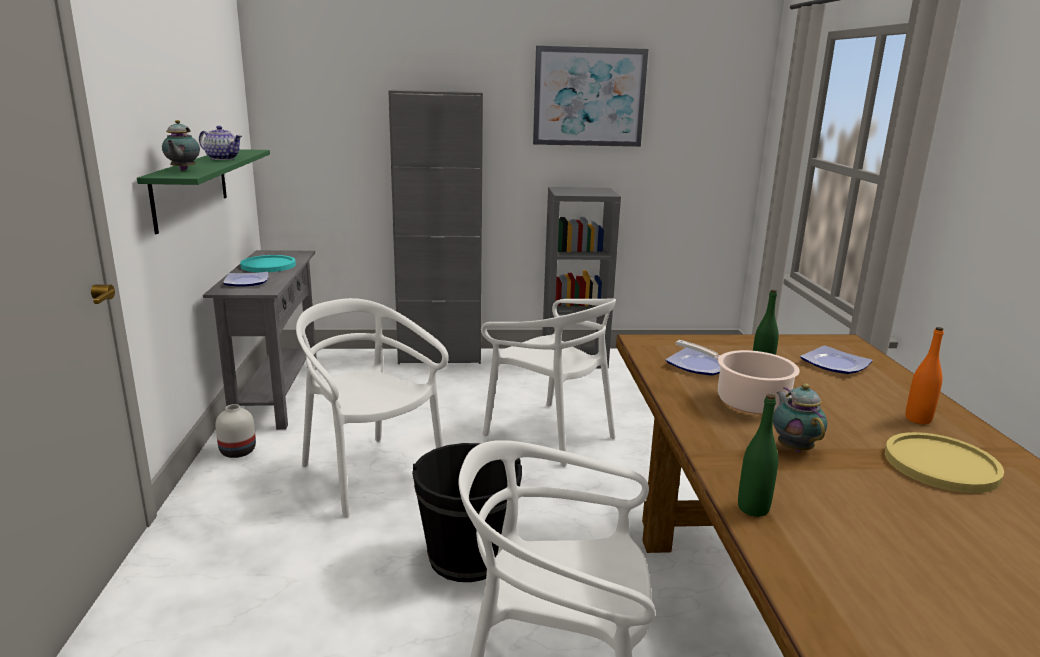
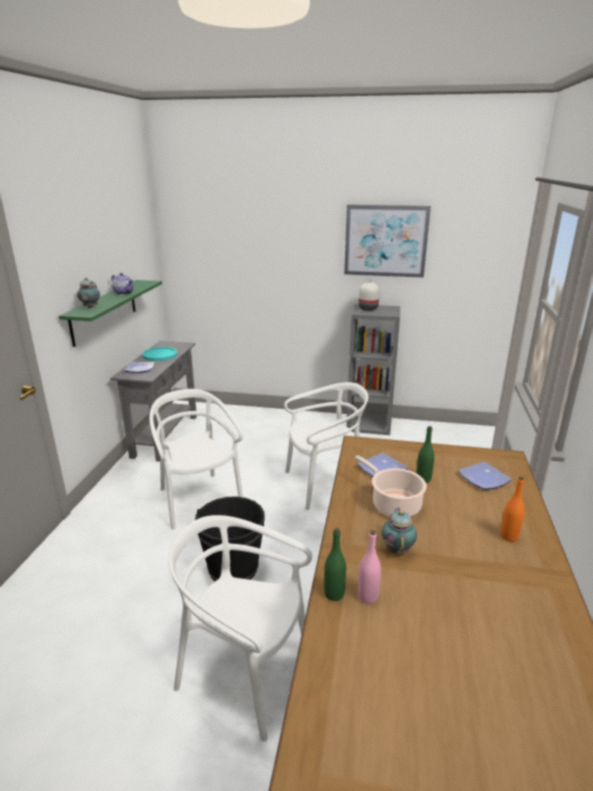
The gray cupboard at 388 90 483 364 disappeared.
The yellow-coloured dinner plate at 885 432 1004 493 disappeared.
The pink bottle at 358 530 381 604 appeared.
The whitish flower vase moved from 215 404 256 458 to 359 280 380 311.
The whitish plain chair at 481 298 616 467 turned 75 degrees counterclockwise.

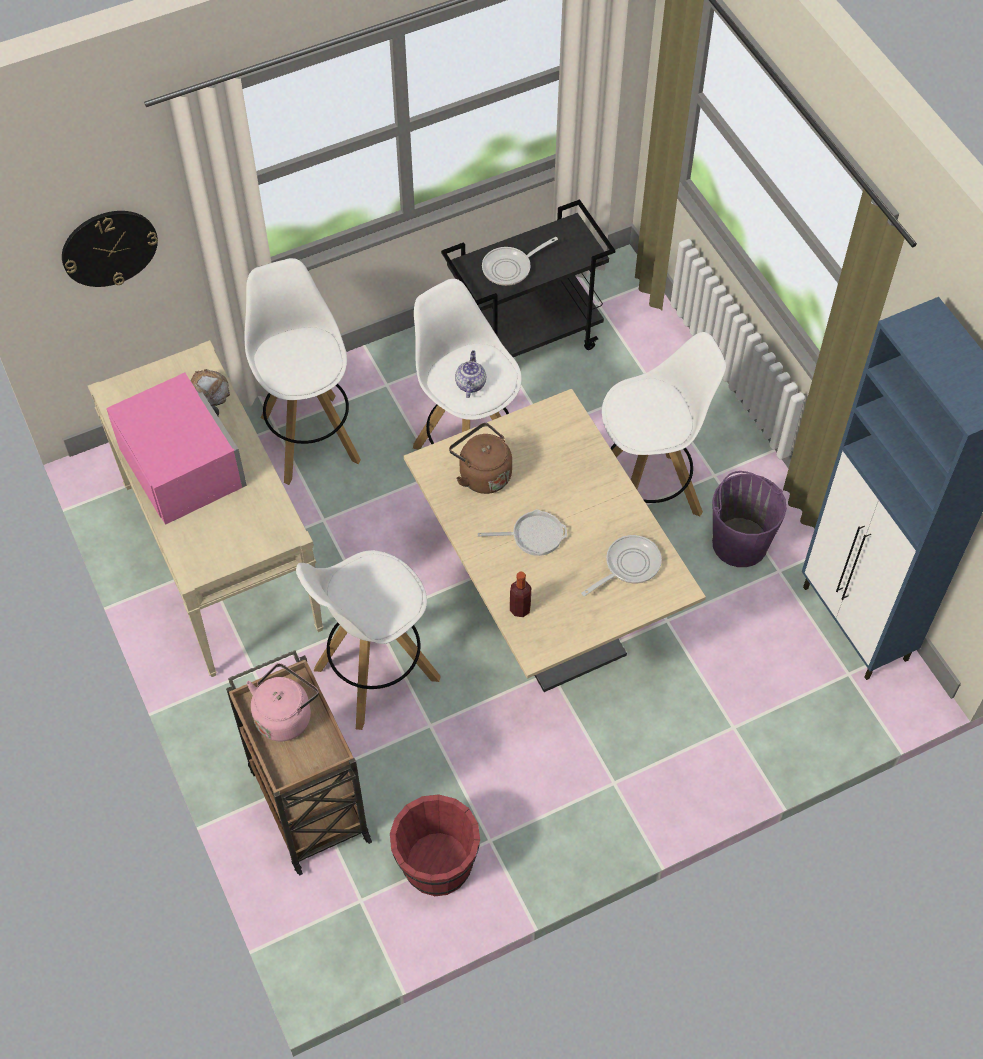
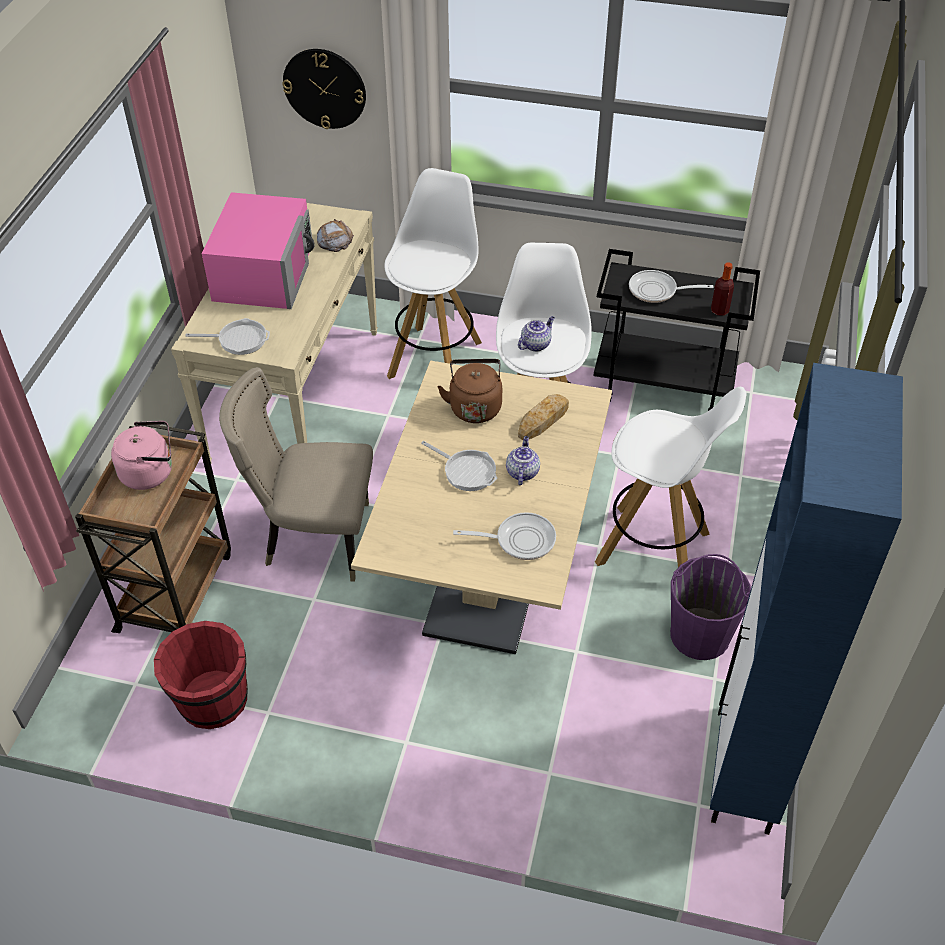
The pan at 185 318 270 355 appeared.
The teapot at 506 436 540 485 appeared.
The bakery bread at 518 394 569 440 appeared.
The bottle moved from 510 572 531 617 to 711 263 734 316.
The whitish stool at 296 550 441 730 was replaced by the beige-coloured plain chair at 219 367 373 582.

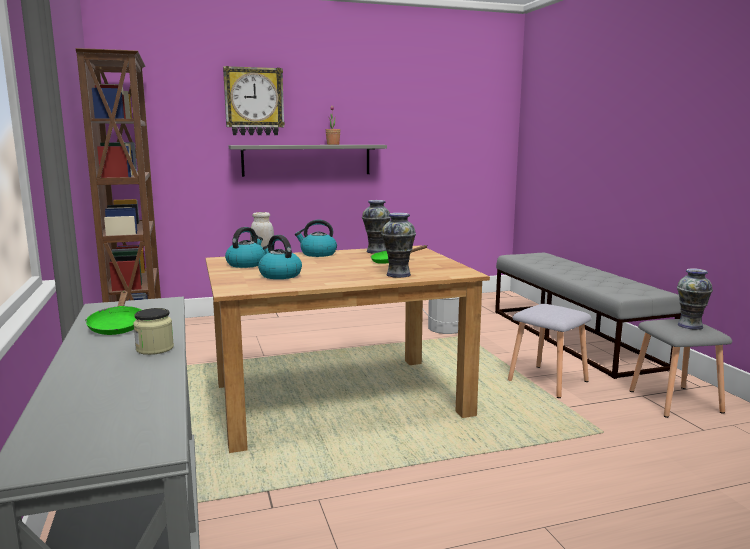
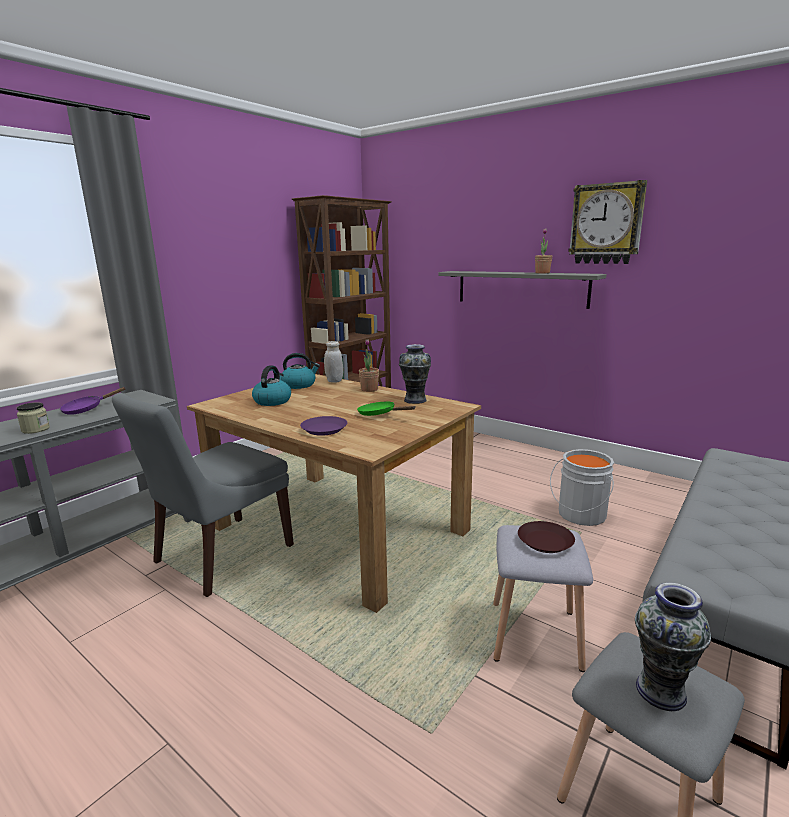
The gray plain chair at 112 393 294 597 appeared.
The brown-coloured dinner plate at 518 521 575 553 appeared.
The hanging clock moved from 223 66 285 135 to 568 180 647 264.
The water kettle at 295 219 337 257 was replaced by the houseplant at 359 339 379 392.
The flower vase at 381 213 416 278 was replaced by the purple dinner plate at 300 416 347 436.
The greenish pan at 85 291 141 335 became the purple pan at 60 387 125 415.

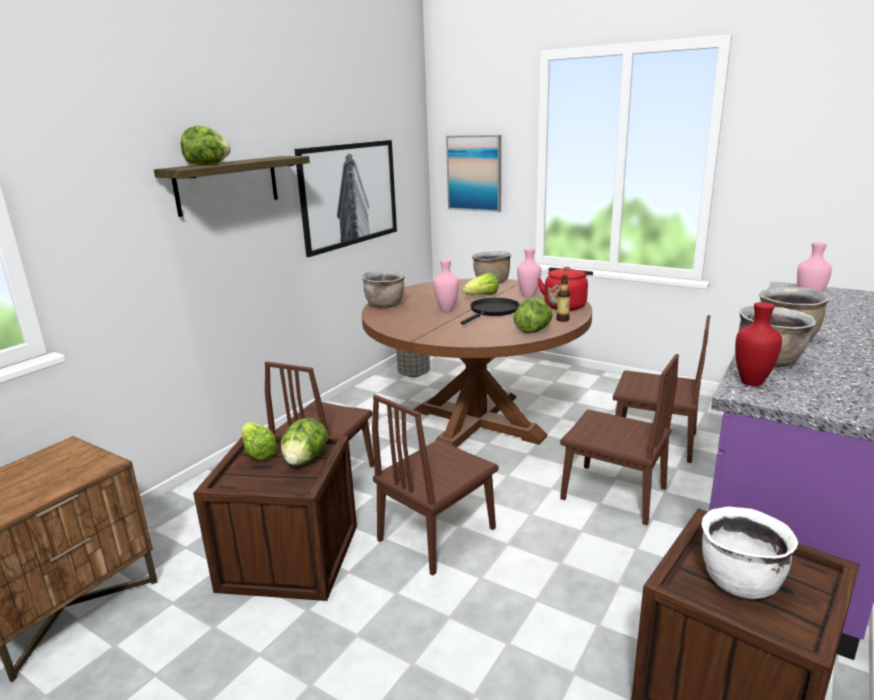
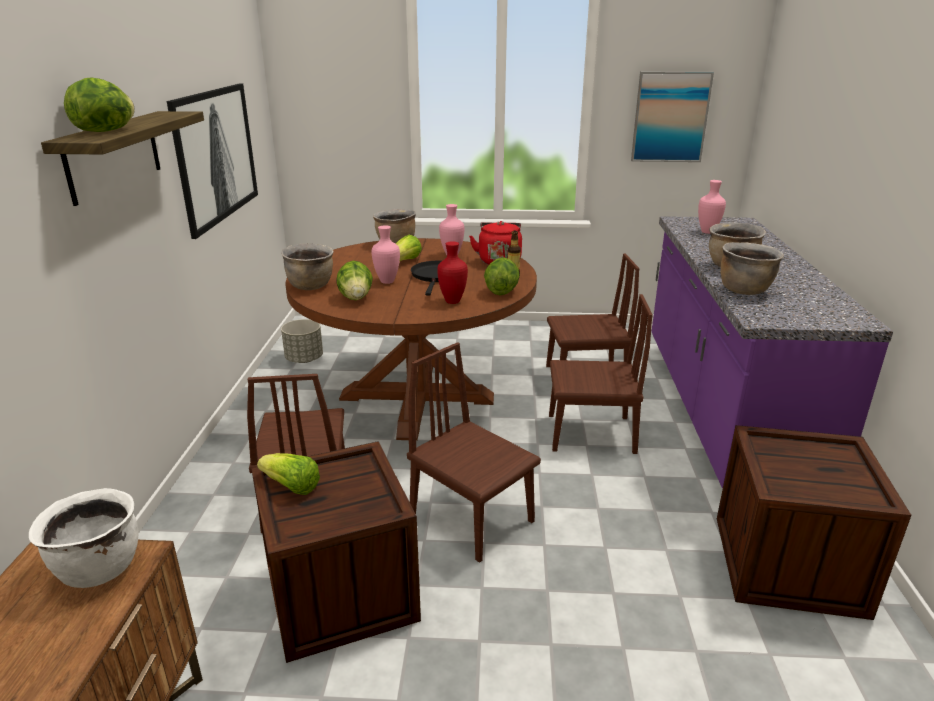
The head of lettuce moved from 281 418 328 466 to 336 261 373 300.
The wall art moved from 446 135 501 212 to 631 72 714 162.
The whitish saucepot moved from 702 507 798 599 to 29 488 139 588.
The red-coloured flower vase moved from 735 302 782 386 to 437 241 468 304.
The brown-coloured plain chair at 372 394 498 576 turned 120 degrees clockwise.

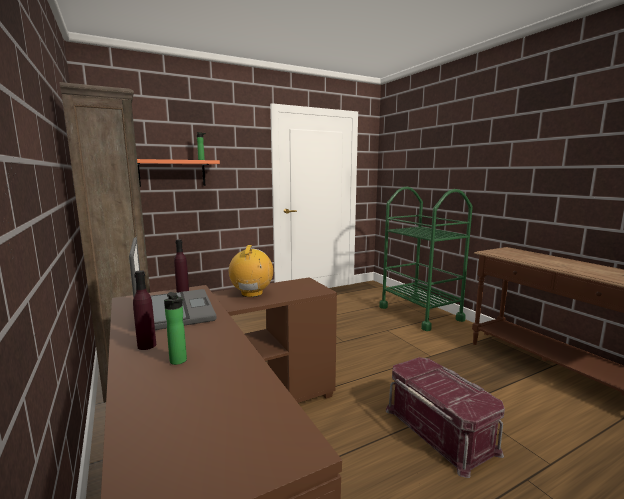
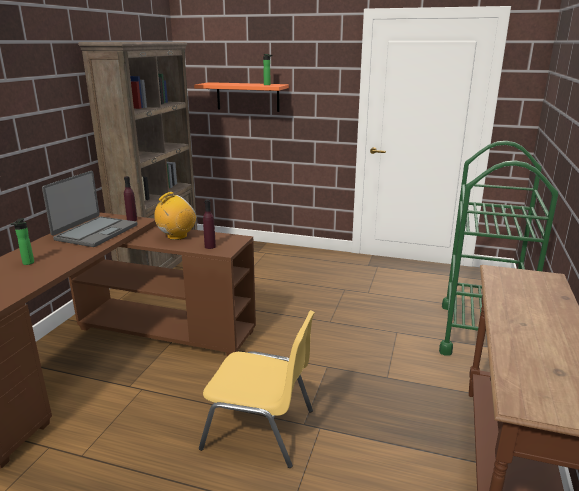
The purple bottle moved from 133 270 156 350 to 203 199 216 249.
The red-coloured storage bin at 386 357 505 478 was replaced by the yellow-coloured plain chair at 199 310 315 468.

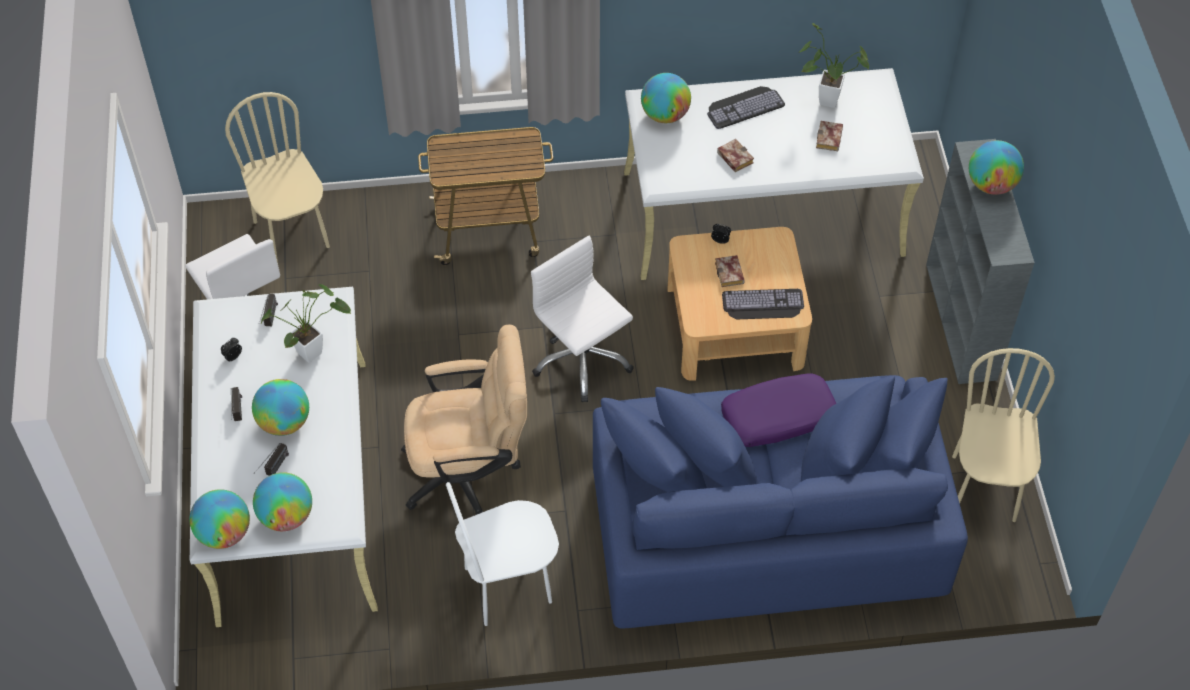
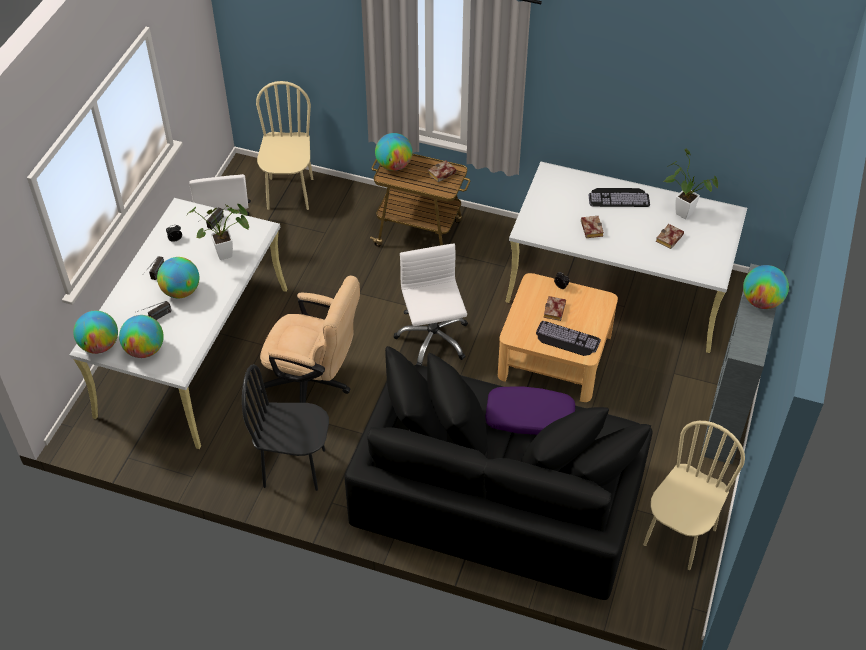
The book at 428 160 456 182 appeared.
The world globe moved from 641 73 691 123 to 375 133 413 171.
The whitish plain chair at 446 482 559 626 became the black-coloured plain chair at 242 364 329 491.
The blue-coloured sofa at 593 375 968 628 became the black-coloured sofa at 345 346 653 600.

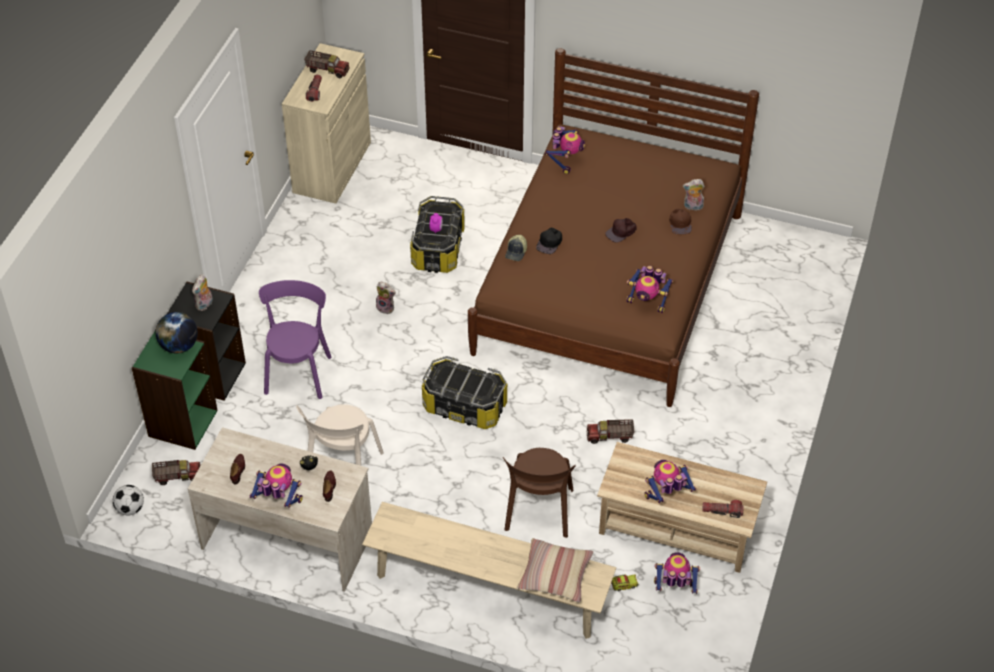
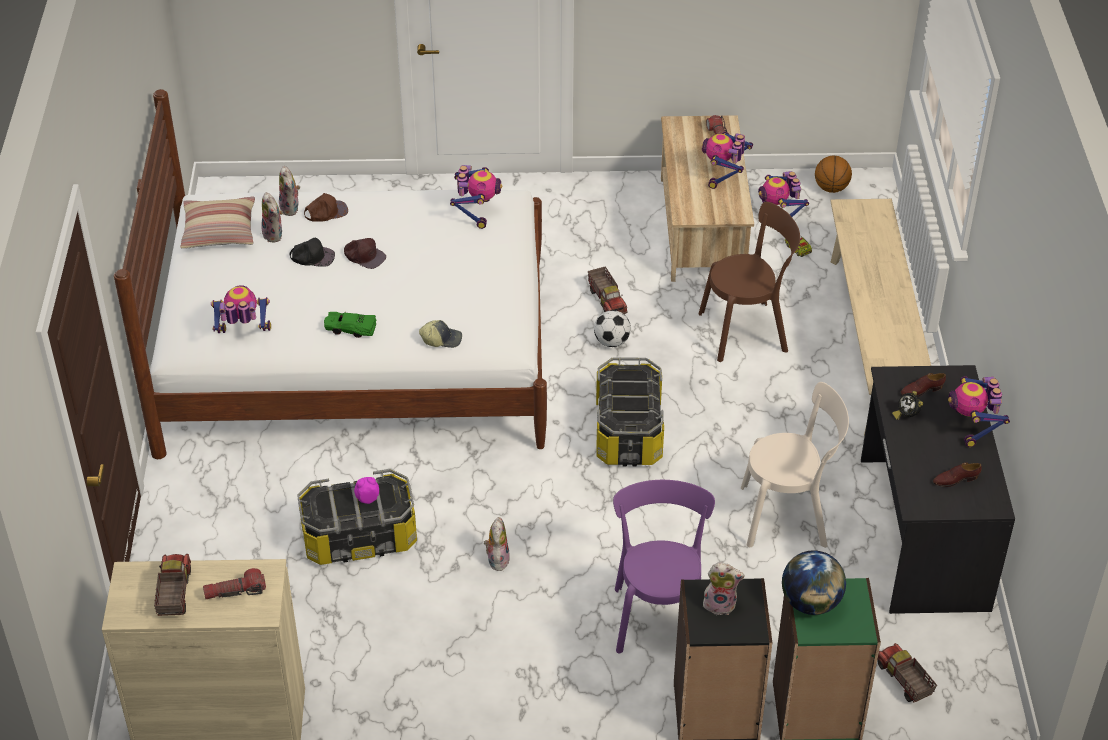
The plush toy at 261 192 283 243 appeared.
The greenish model car at 324 311 376 338 appeared.
The basketball ball at 815 156 852 193 appeared.
The ball for football moved from 113 485 144 515 to 594 310 631 347.
The throw pillow moved from 517 538 593 602 to 180 196 255 249.
The black-coloured baseball cap moved from 536 228 562 254 to 289 238 335 267.
The beige-coloured desk at 188 427 372 591 became the black-coloured desk at 861 365 1015 614.
The brown-coloured bed at 468 48 759 407 became the whitish bed at 114 89 547 459.
The purple plain chair at 259 280 331 399 turned 105 degrees clockwise.
The robot figure at 645 460 696 503 turned 60 degrees clockwise.

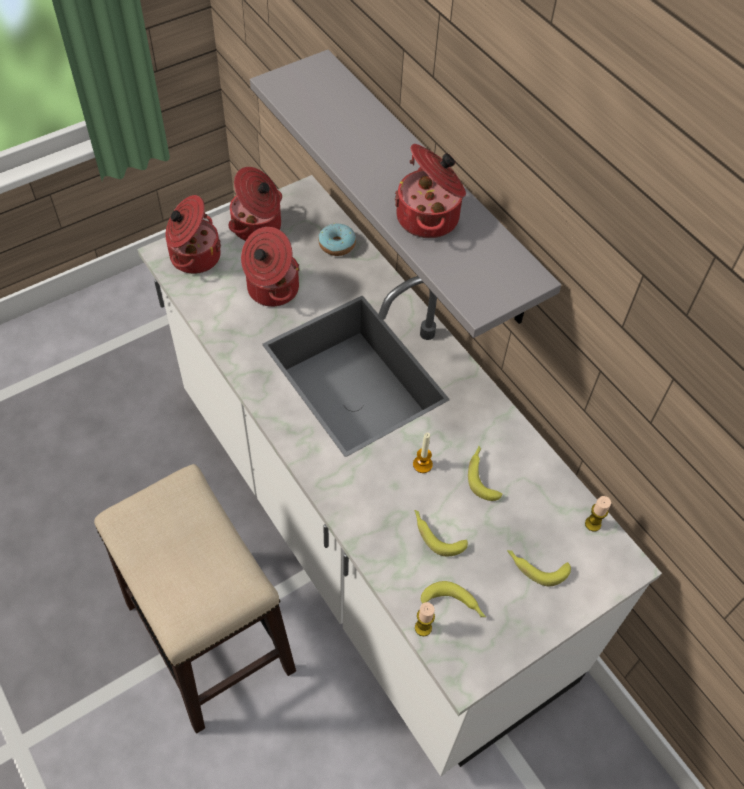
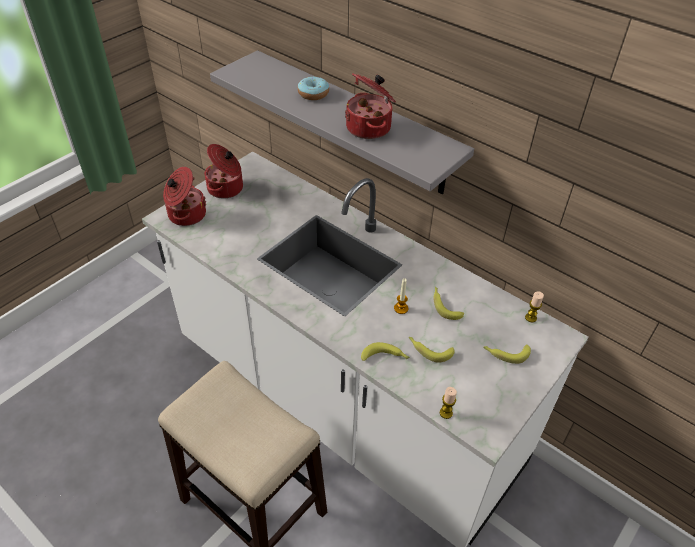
The saucepot at 241 227 299 307 disappeared.
The ring doughnut moved from 318 223 356 256 to 298 77 329 100.
The whole banana moved from 421 581 486 617 to 361 342 410 361.

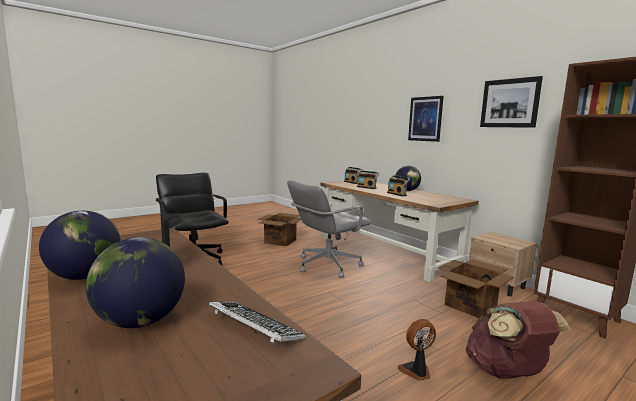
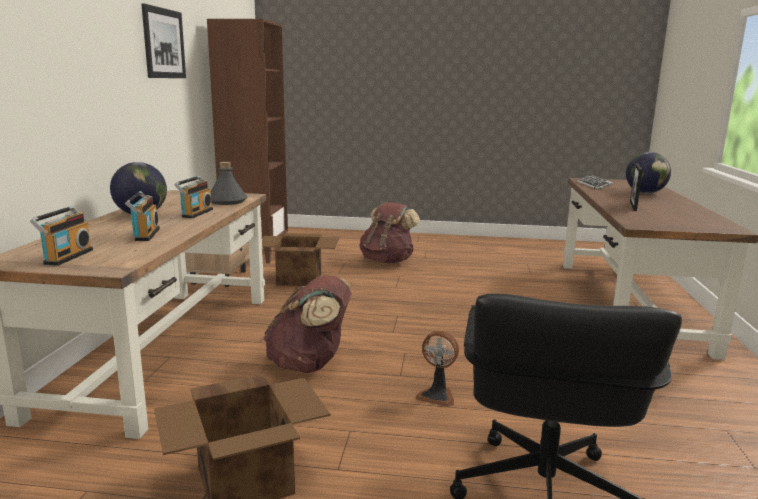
The world globe at 39 211 121 280 disappeared.
The wall art at 408 96 444 142 disappeared.
The gray bottle at 211 162 247 205 appeared.
The electric fan moved from 398 319 436 381 to 415 331 459 407.
The gray computer chair at 287 180 372 278 was replaced by the brown-coloured knapsack at 263 275 352 373.

